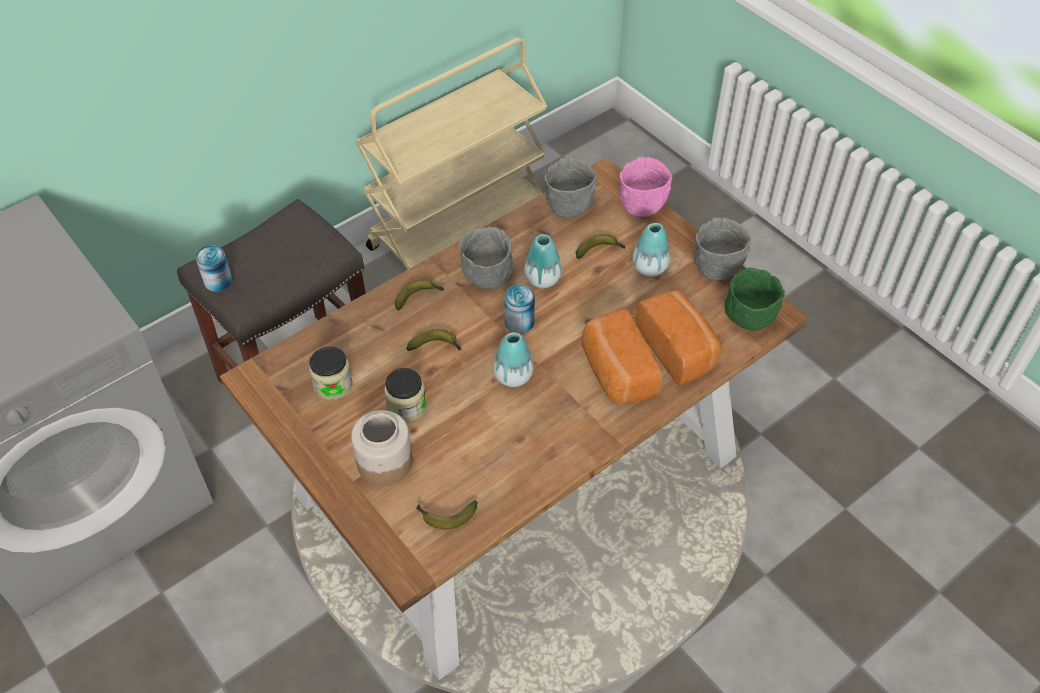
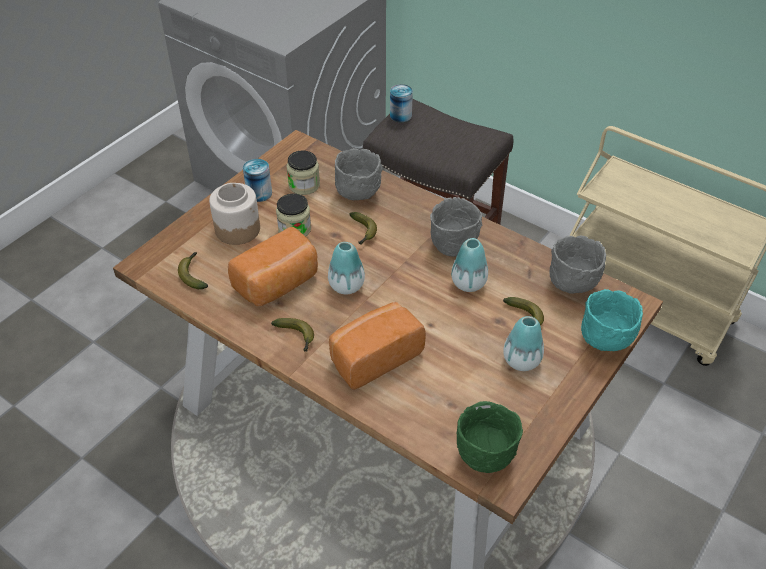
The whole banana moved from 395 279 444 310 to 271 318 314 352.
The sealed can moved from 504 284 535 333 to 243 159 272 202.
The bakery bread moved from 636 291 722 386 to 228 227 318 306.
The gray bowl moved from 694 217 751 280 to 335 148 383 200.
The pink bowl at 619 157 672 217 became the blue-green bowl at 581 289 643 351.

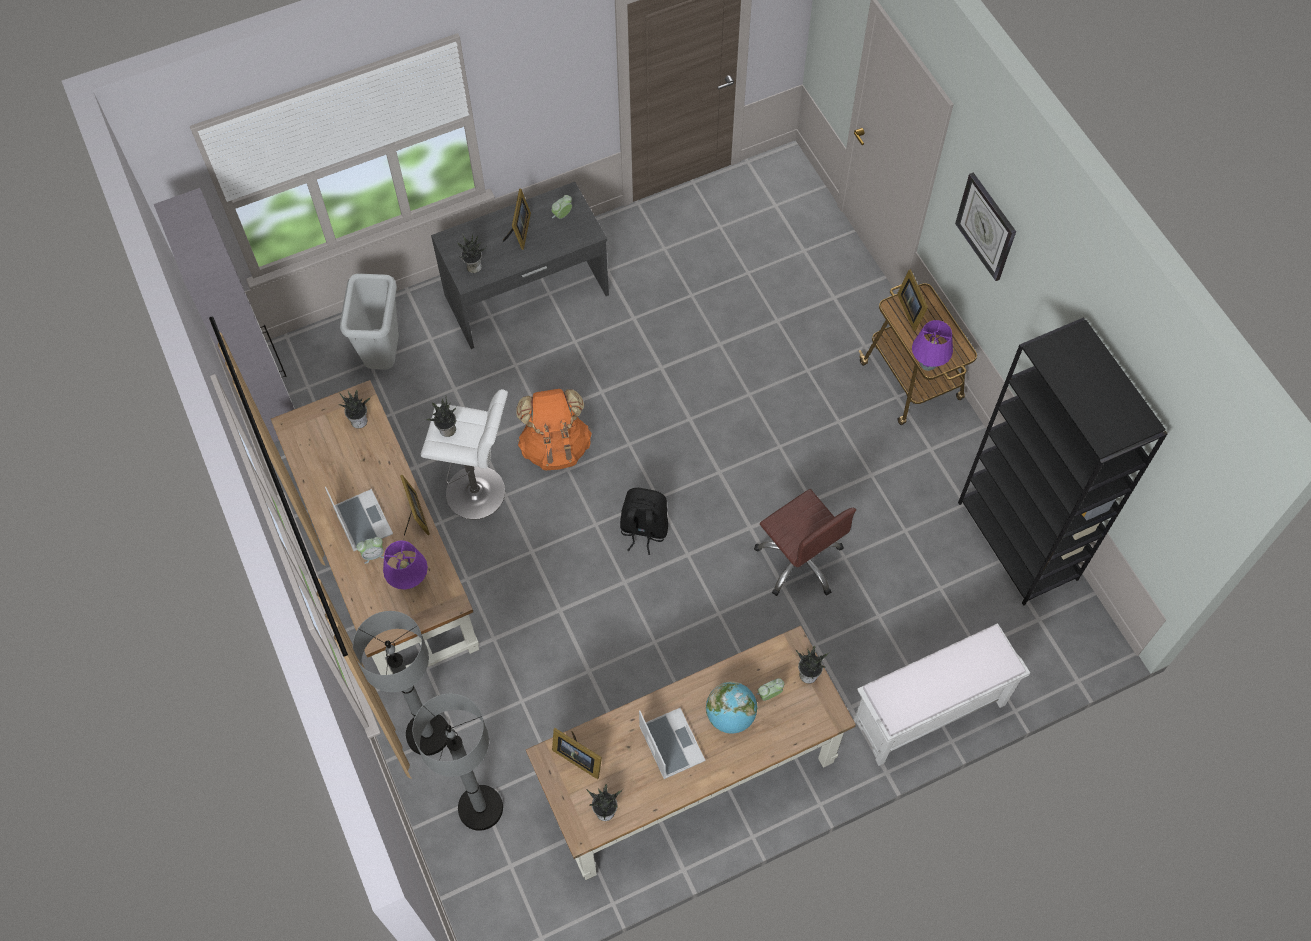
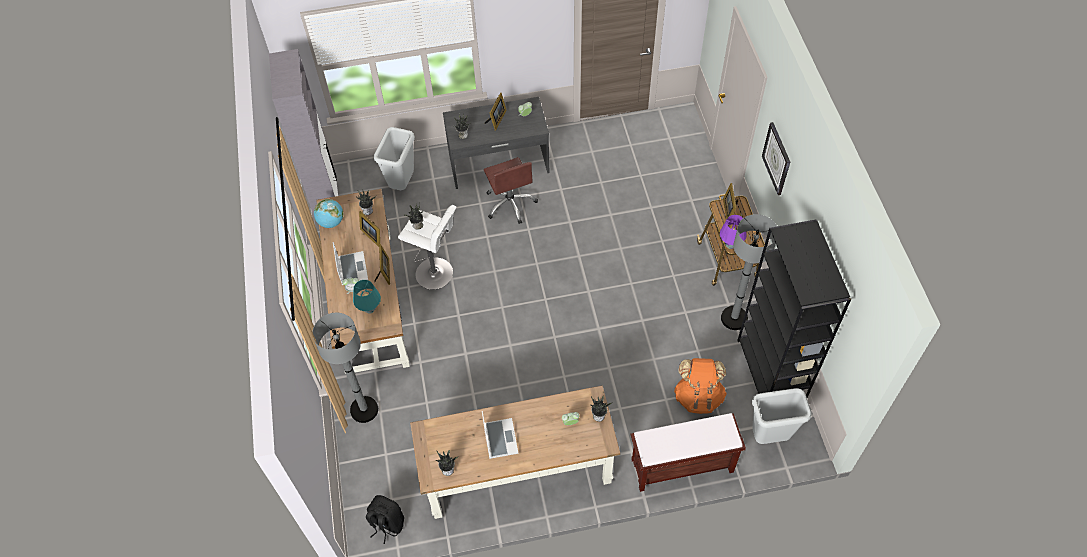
The gray rubbish bin at 752 388 812 444 appeared.
The gray floor lamp moved from 413 694 503 831 to 721 214 777 330.
The orange-coloured knapsack moved from 516 389 592 470 to 674 358 727 414.
The standing frame moved from 552 728 602 779 to 359 211 380 247.
The black-coloured knapsack moved from 620 488 668 555 to 366 495 404 544.
The world globe moved from 706 681 757 734 to 314 199 343 228.
The brown-coloured computer chair moved from 754 489 856 596 to 484 157 538 224.
The purple lamp for a table at 383 540 428 589 became the blue-green lamp for a table at 353 280 381 314.
The whitish long seat at 853 623 1030 766 became the brown-coloured long seat at 630 413 746 492.

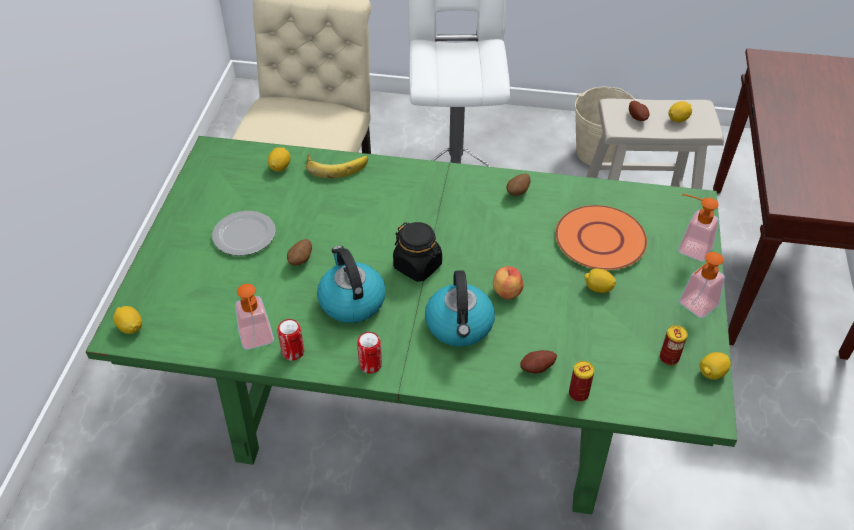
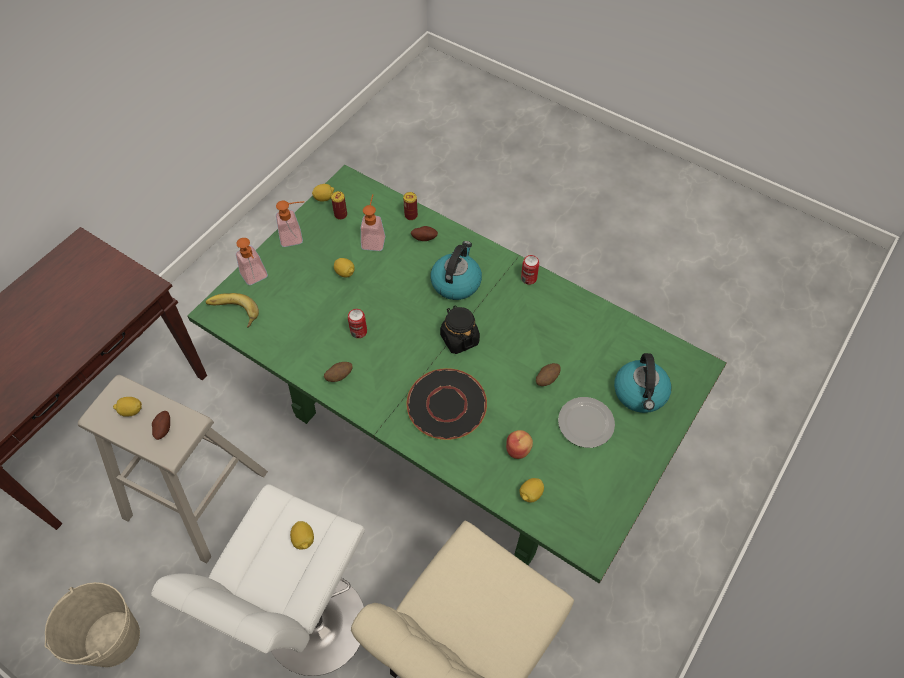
The orange-coloured dinner plate at 555 205 647 270 disappeared.
The black-coloured dinner plate at 407 368 487 440 appeared.
The whole lemon moved from 113 306 142 334 to 290 521 314 550.
The soap bottle moved from 235 284 274 350 to 361 194 385 251.
The sealed can moved from 278 319 304 360 to 348 309 367 338.
The whole banana moved from 306 153 368 179 to 206 293 259 328.
The water kettle moved from 317 246 386 323 to 614 353 671 413.
The apple moved from 493 266 523 300 to 506 430 533 459.

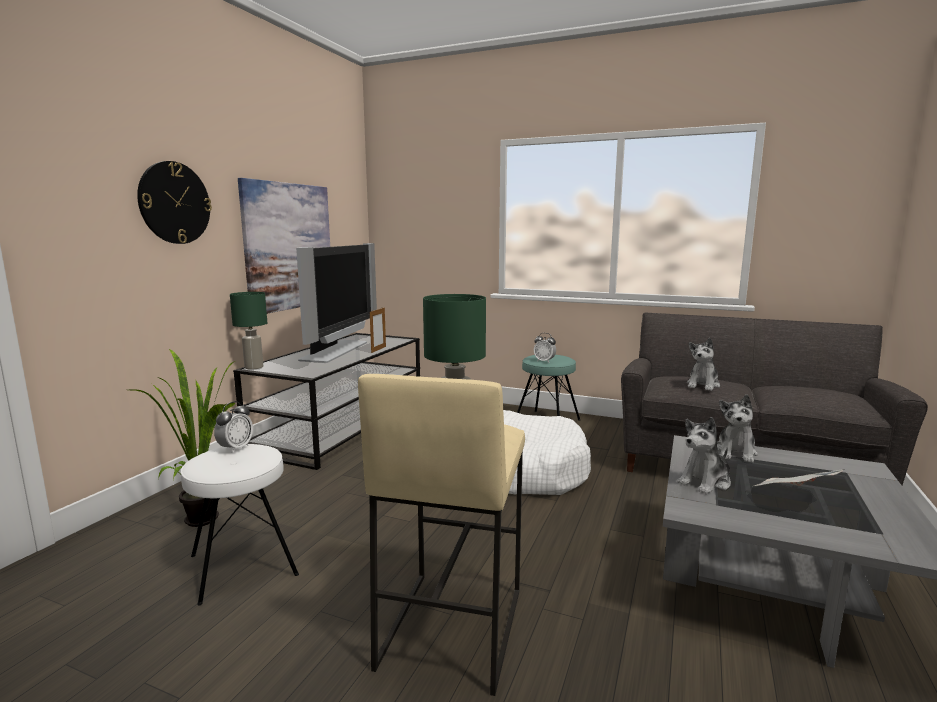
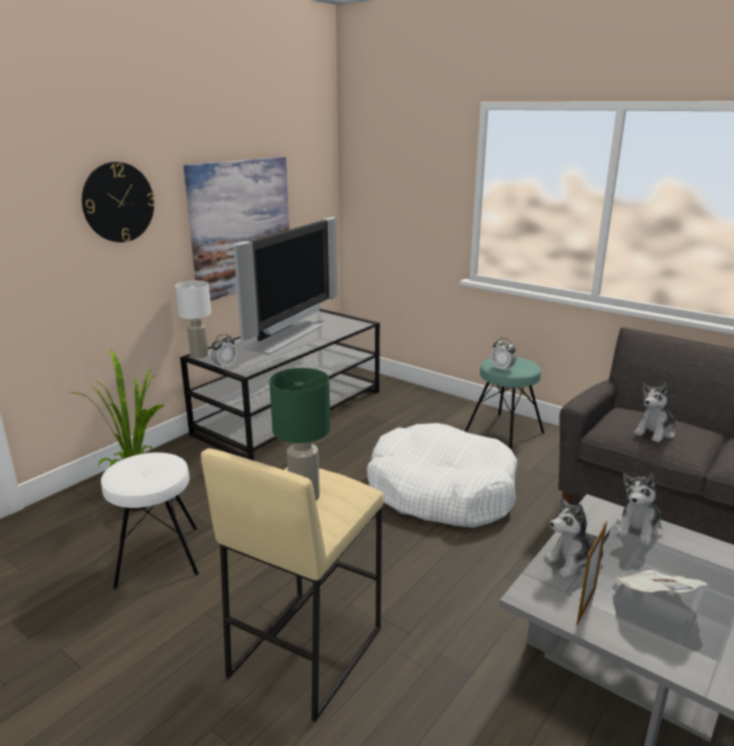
The table clock moved from 214 401 253 453 to 211 334 237 369.
The standing frame moved from 370 308 386 353 to 576 521 607 626.
The greenish lamp for a table at 230 292 267 370 became the whitish lamp for a table at 175 281 211 358.

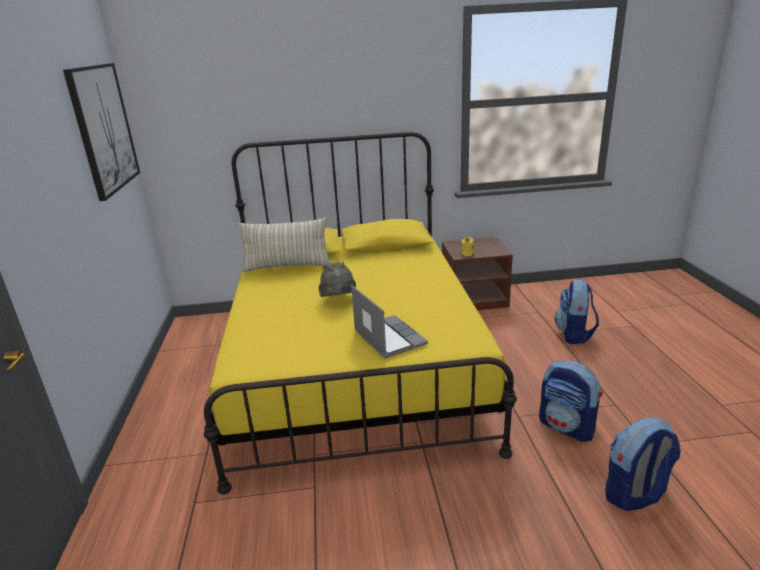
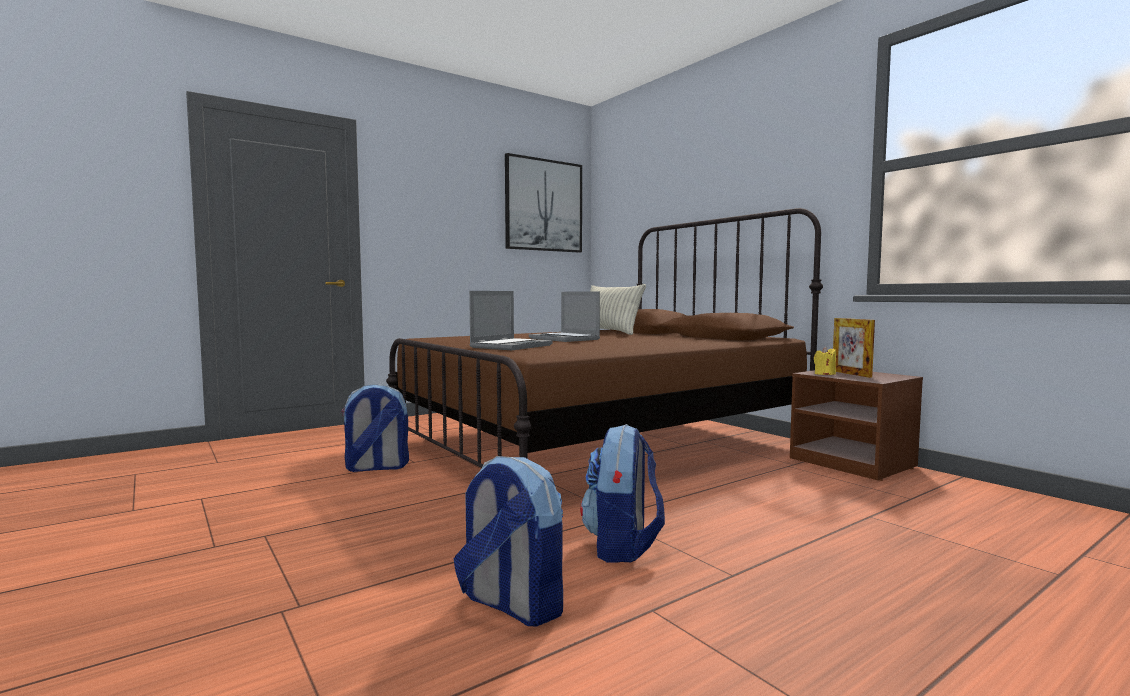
The standing frame at 833 318 875 378 appeared.
The knapsack moved from 554 279 599 344 to 341 384 409 472.
The gray wearable hat at 318 262 356 297 was replaced by the notebook computer at 529 291 600 342.
The yellow-coloured bed at 204 132 517 495 became the brown-coloured bed at 386 208 823 468.

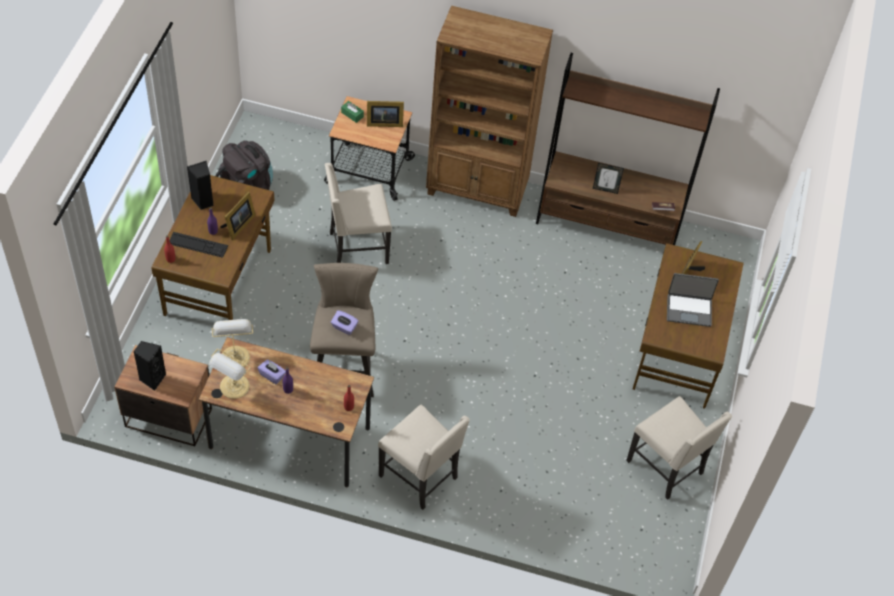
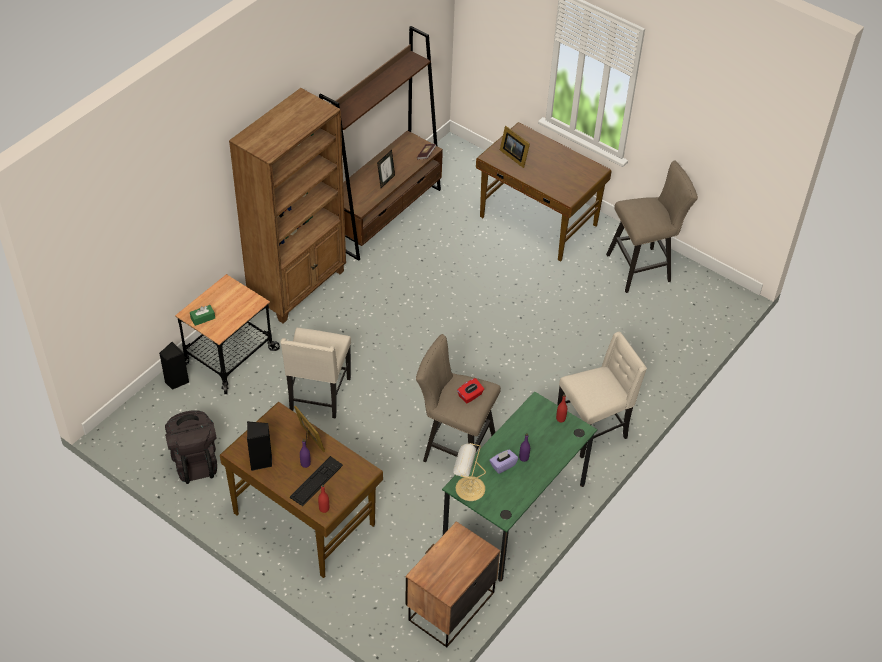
The lamp for a table at 209 349 251 399 disappeared.
The standing frame at 367 101 404 127 disappeared.
The notebook computer at 667 273 719 327 disappeared.
The black-coloured audio speaker moved from 133 341 166 391 to 159 342 189 390.
The beige-coloured plain chair at 626 396 732 500 was replaced by the beige-coloured stool at 606 160 698 293.
The brown-coloured desk at 199 337 374 487 became the greenish desk at 442 391 597 582.
The purple tissue box at 331 310 358 335 became the red-coloured tissue box at 457 378 484 404.

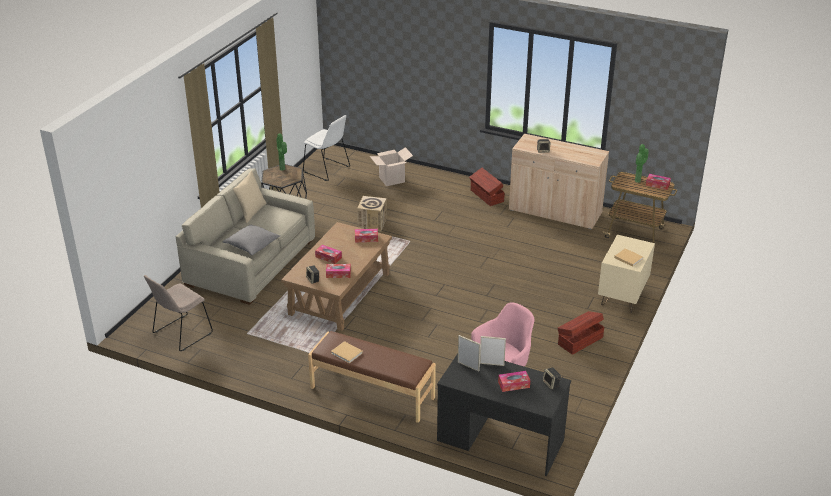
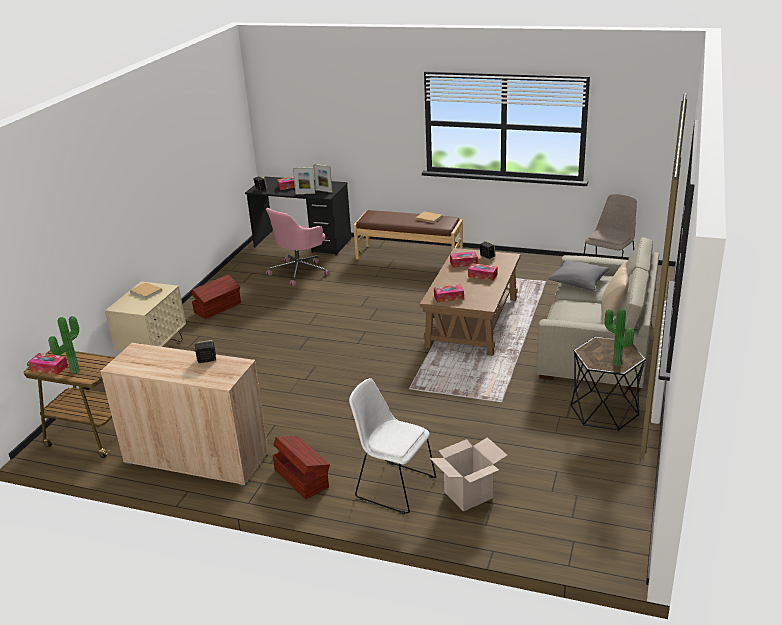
The packing box at 357 196 386 231 disappeared.
The whitish plain chair moved from 303 115 350 181 to 349 378 436 514.

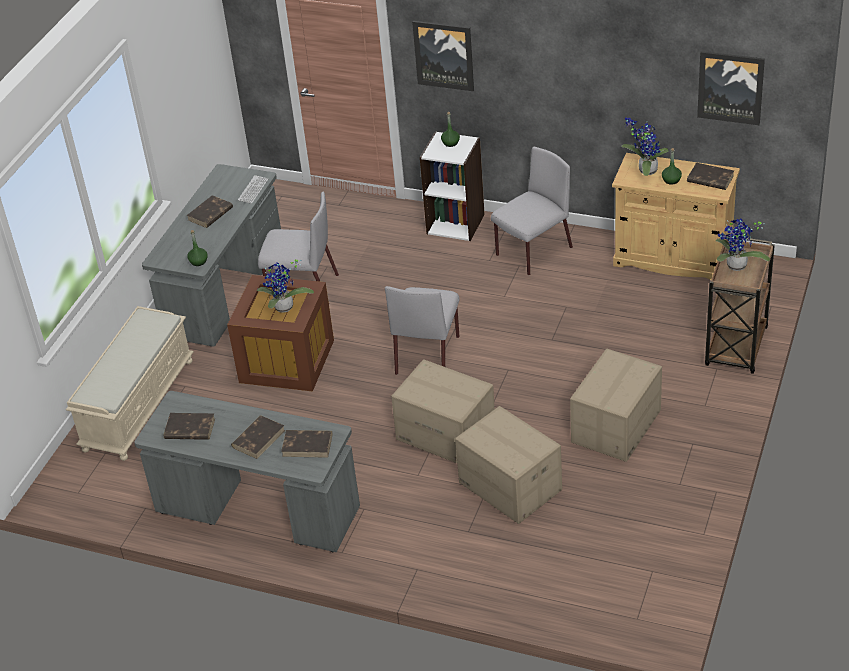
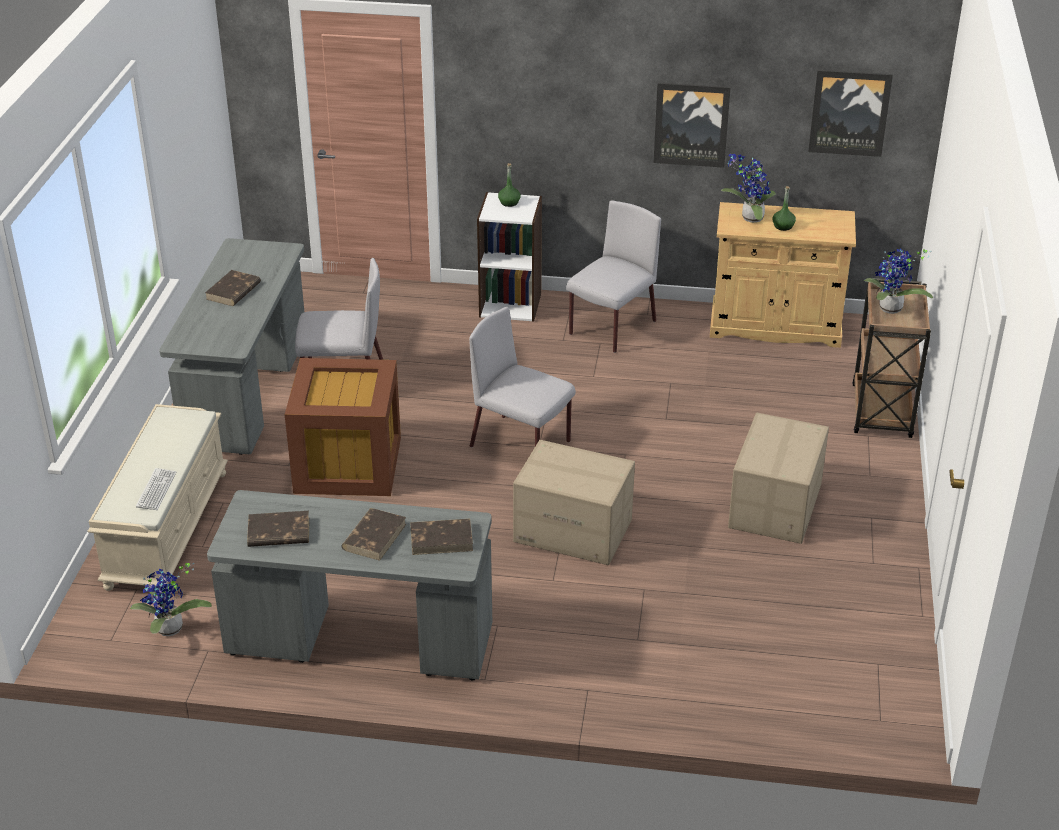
The greenish bottle at 187 230 208 266 disappeared.
The packing box at 455 406 562 524 disappeared.
The brown-coloured book at 687 163 734 190 disappeared.
The keyboard moved from 238 175 268 204 to 136 468 176 510.
The houseplant moved from 257 259 314 313 to 130 563 212 636.
The wall art moved from 412 21 474 91 to 654 82 731 168.
The gray plain chair at 385 286 460 375 turned 120 degrees clockwise.

